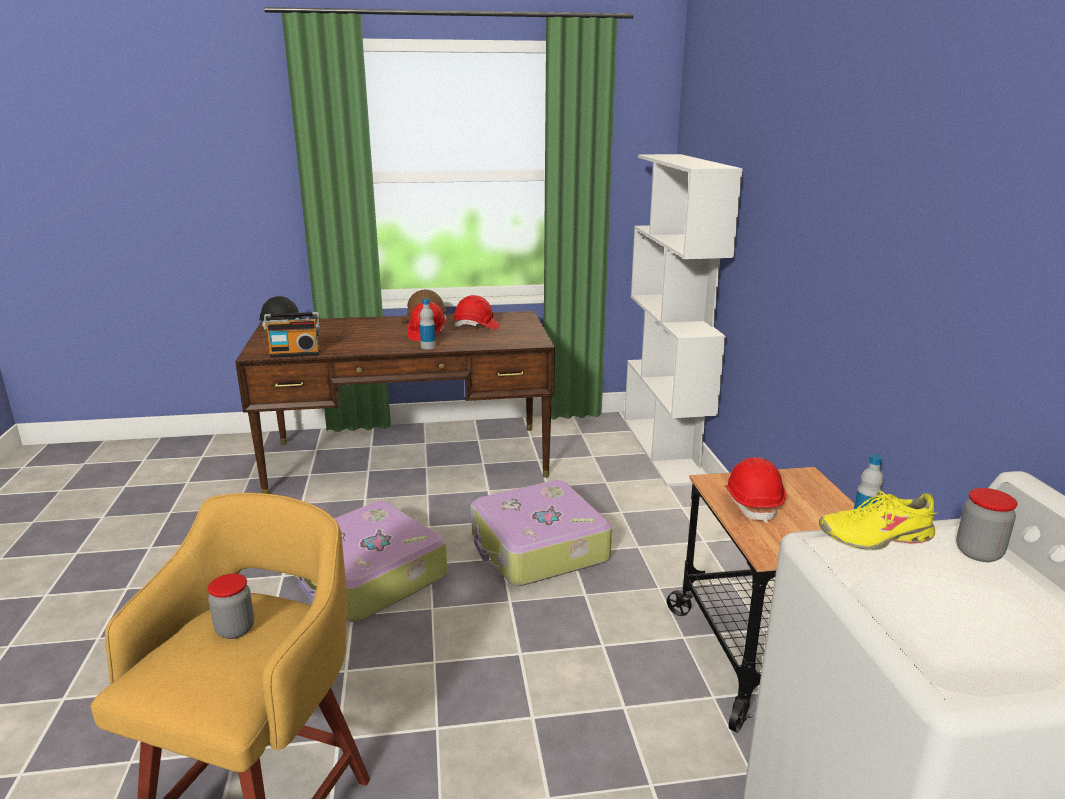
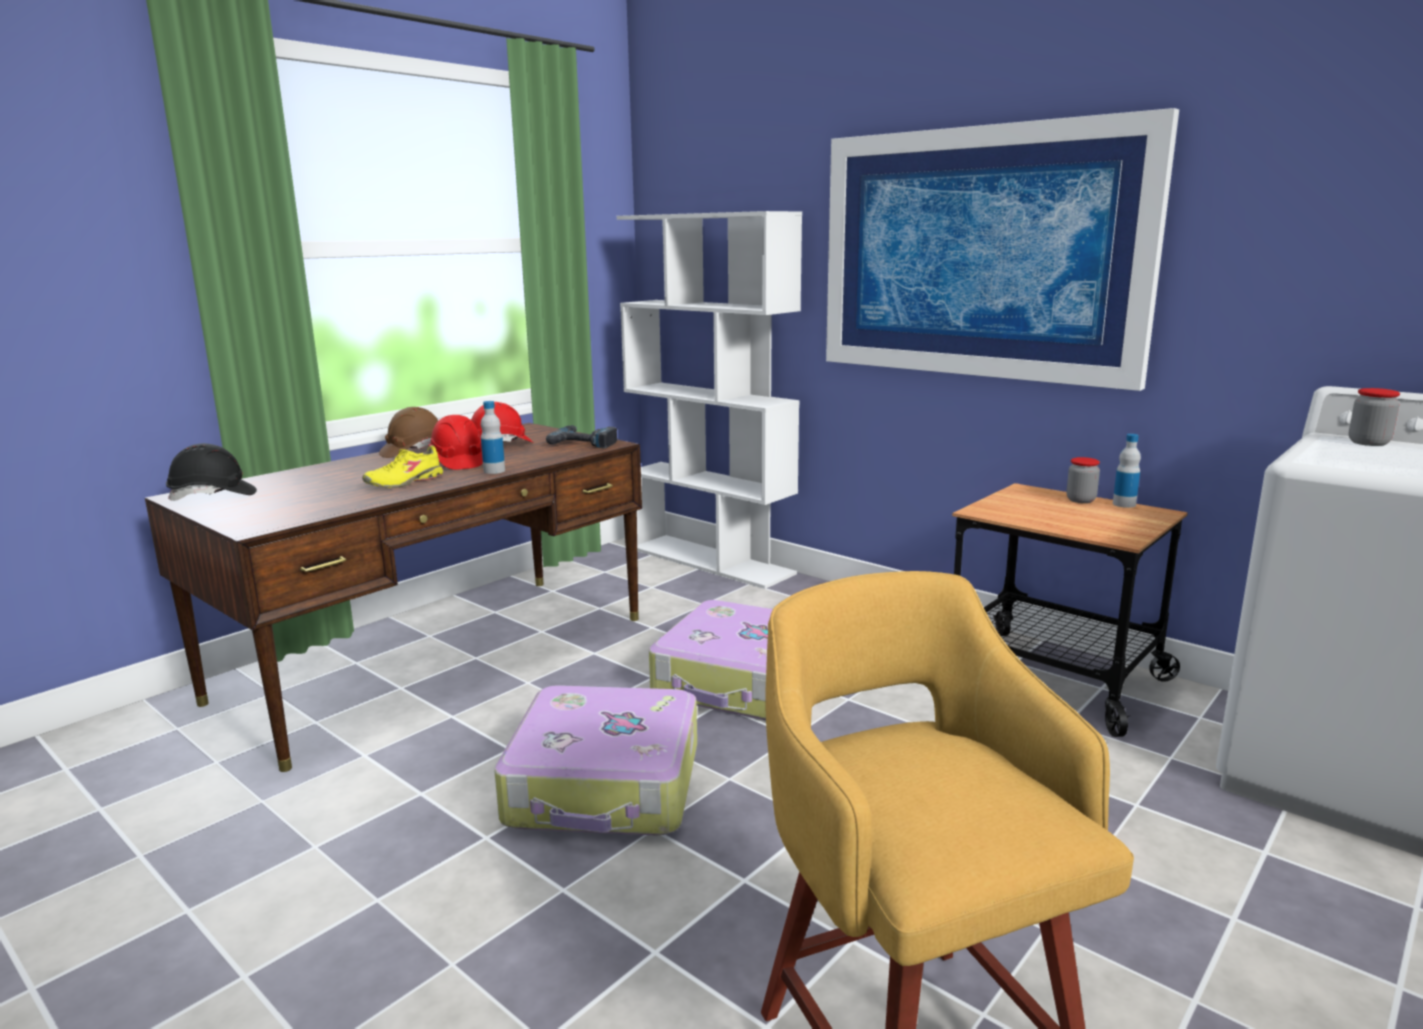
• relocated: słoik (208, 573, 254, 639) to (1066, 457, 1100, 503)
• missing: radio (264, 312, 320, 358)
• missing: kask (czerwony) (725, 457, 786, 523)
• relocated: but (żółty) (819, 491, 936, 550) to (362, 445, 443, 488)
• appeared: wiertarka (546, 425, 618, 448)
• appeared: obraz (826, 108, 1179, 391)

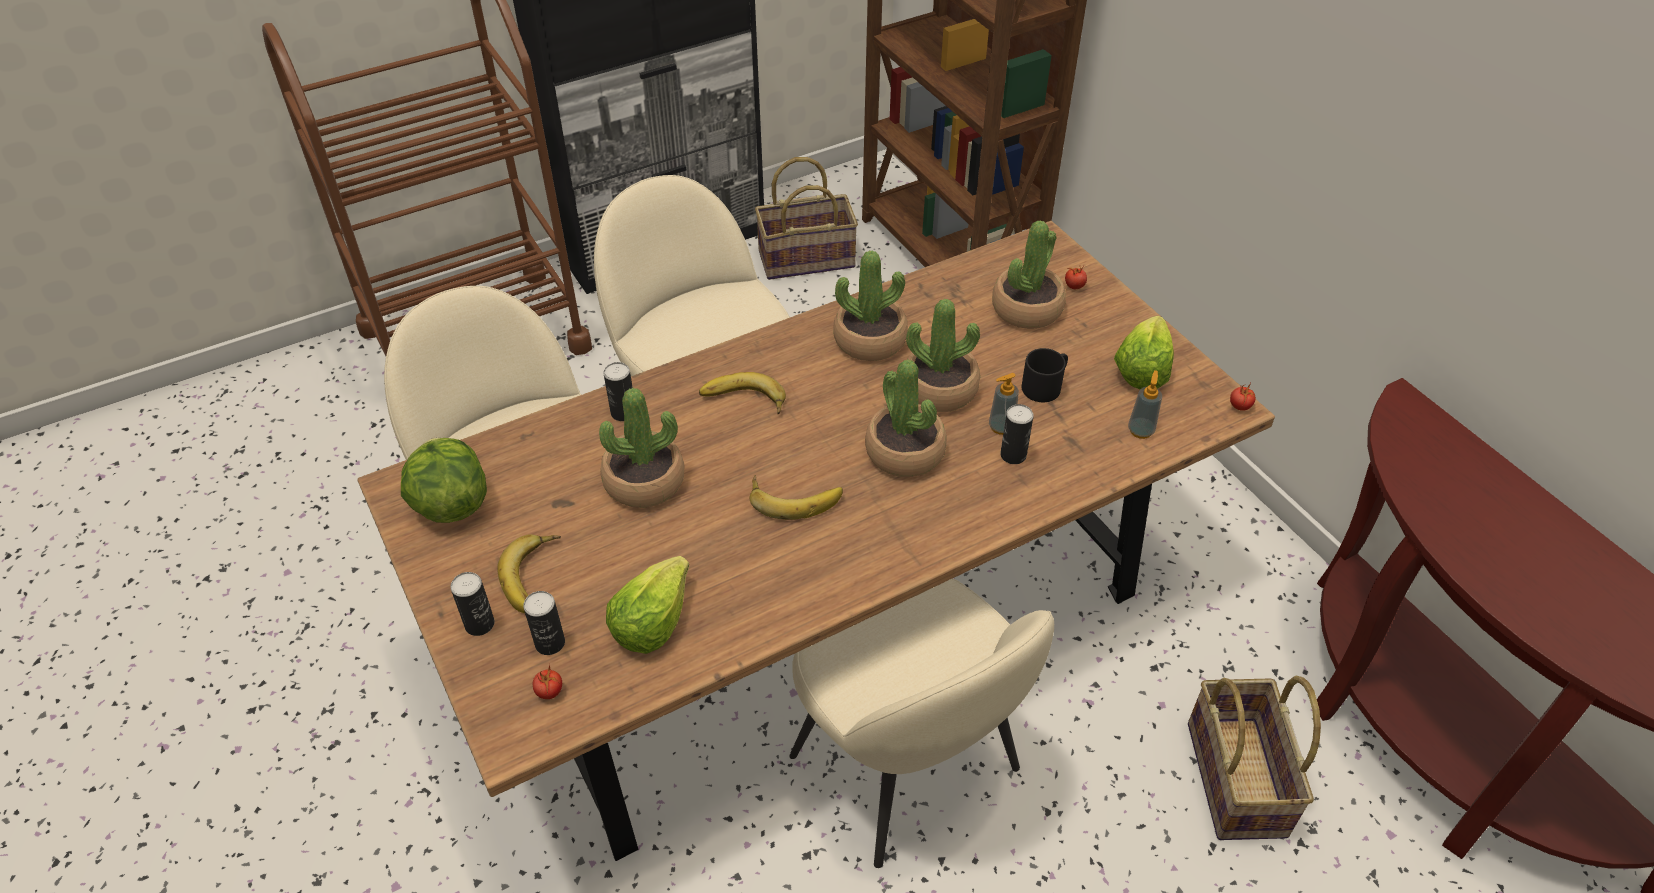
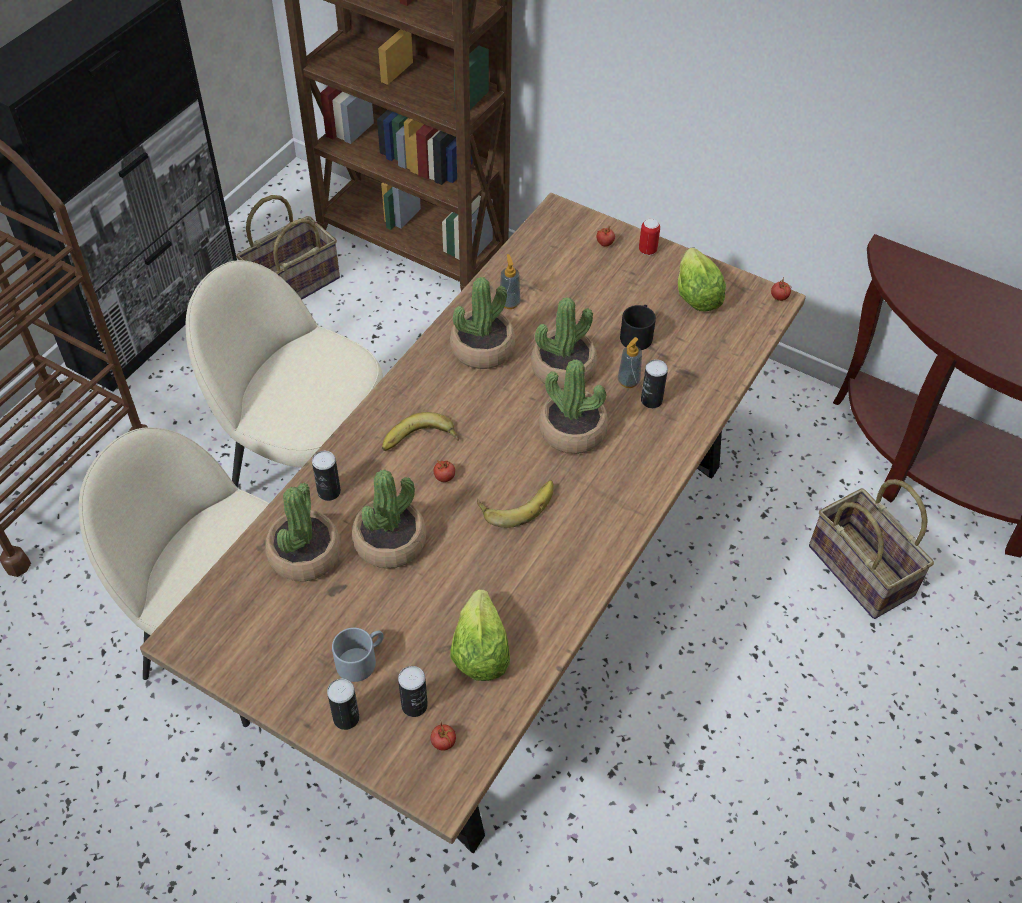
• missing: sałata (401, 438, 487, 523)
• exchanged: banan (497, 534, 561, 613) to kubek (szary) (332, 628, 384, 682)
• missing: krzesło (beżowy) (790, 578, 1054, 868)
• relocated: roślina doniczkowa (992, 220, 1066, 329) to (265, 482, 341, 581)
• relocated: dozownik mydła (1128, 370, 1162, 439) to (500, 254, 520, 309)
• appeared: pomidor (434, 461, 455, 482)
• appeared: puszka (639, 219, 660, 255)

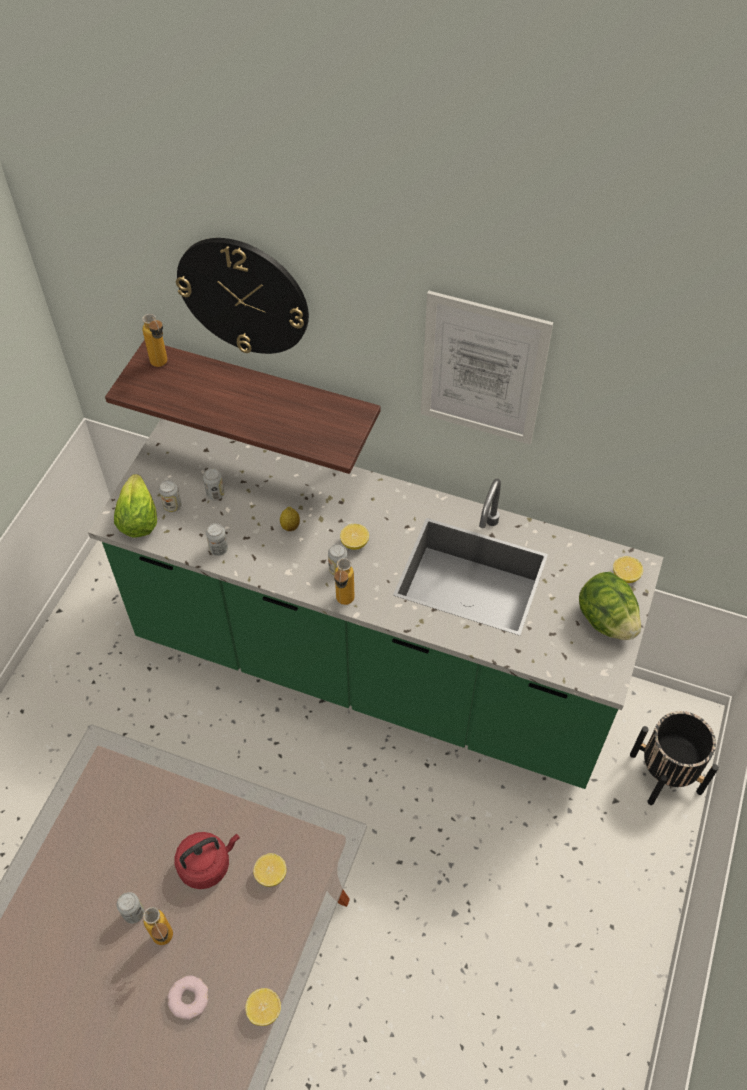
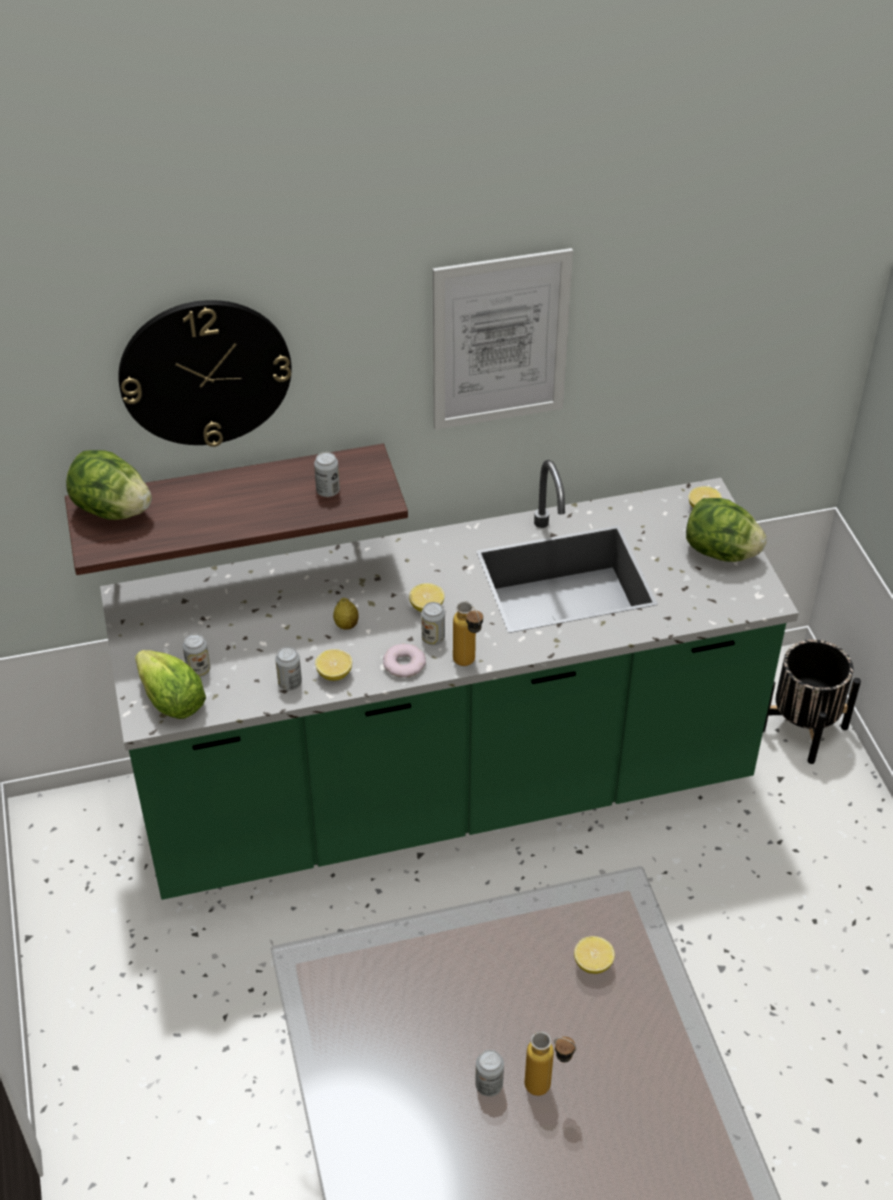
• exchanged: butelka (142, 314, 167, 367) to sałata (66, 450, 152, 520)
• relocated: donut (167, 975, 208, 1020) to (383, 644, 426, 678)
• missing: czajnik (czerwony) (175, 832, 240, 889)
• relocated: puszka (203, 468, 224, 500) to (314, 452, 340, 497)
• relocated: cytryna (245, 988, 281, 1026) to (315, 649, 352, 681)

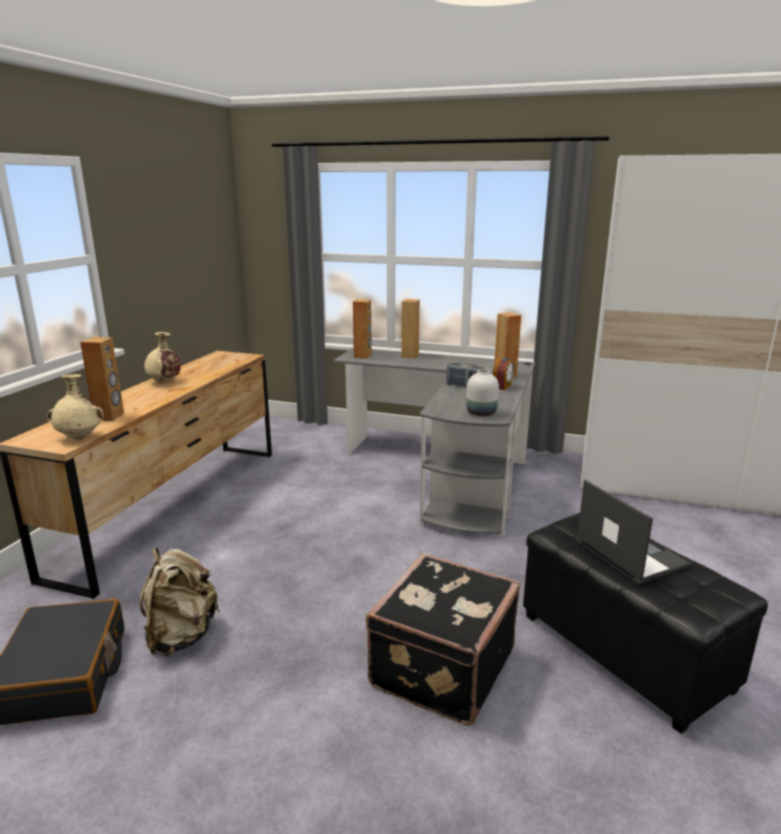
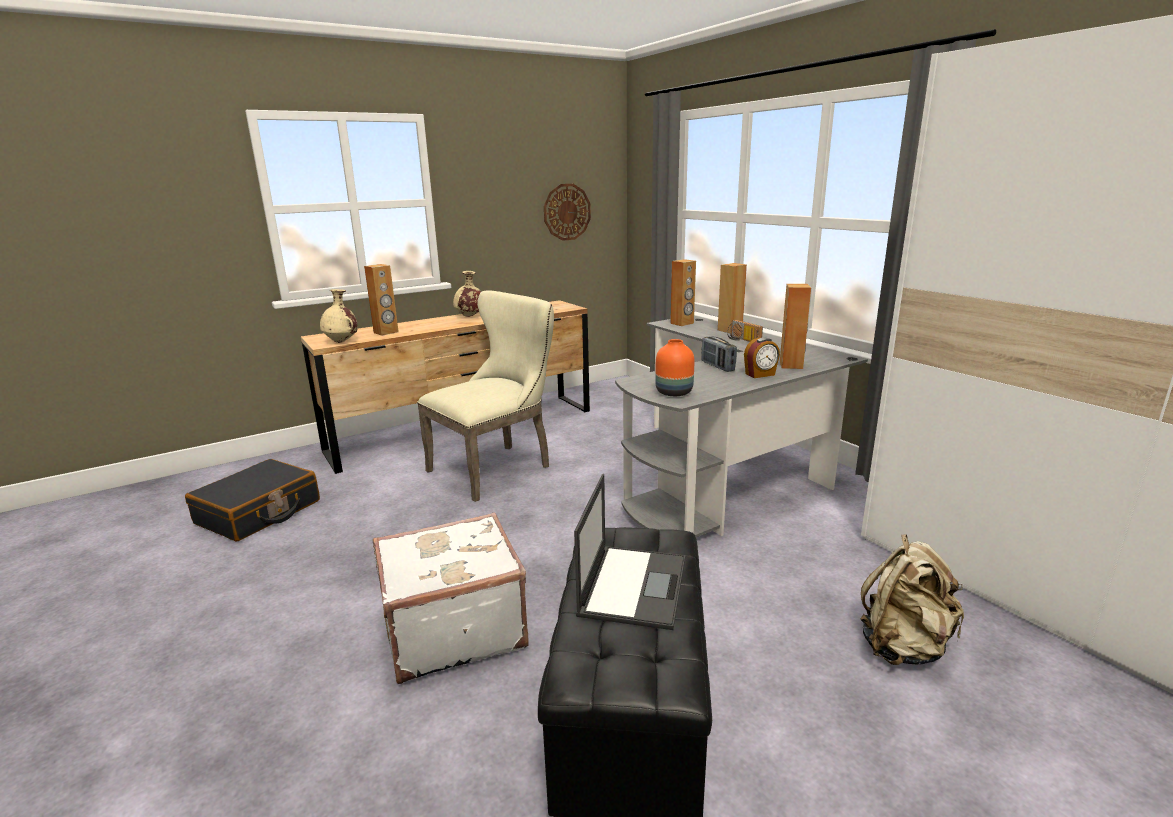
• relocated: plecak (beżowy) (139, 548, 220, 656) to (860, 534, 964, 665)
• colour: walizka (czarny) (366, 553, 520, 726) to walizka (biały) (373, 512, 529, 684)
• colour: wazon (biały) (466, 369, 499, 416) to wazon (pomarańczowy) (655, 339, 695, 396)
• appeared: krzesło (beżowy) (417, 291, 554, 502)
• appeared: zegar ścienny (544, 184, 591, 241)
• appeared: radio (727, 320, 763, 342)

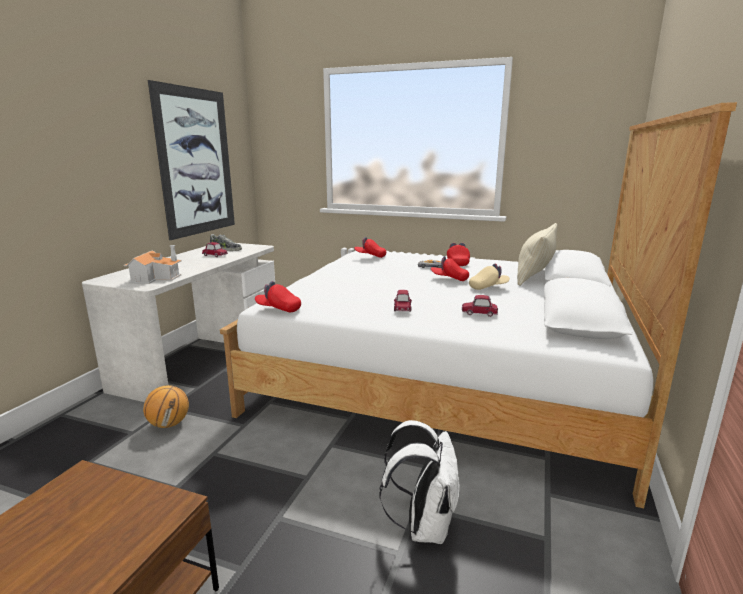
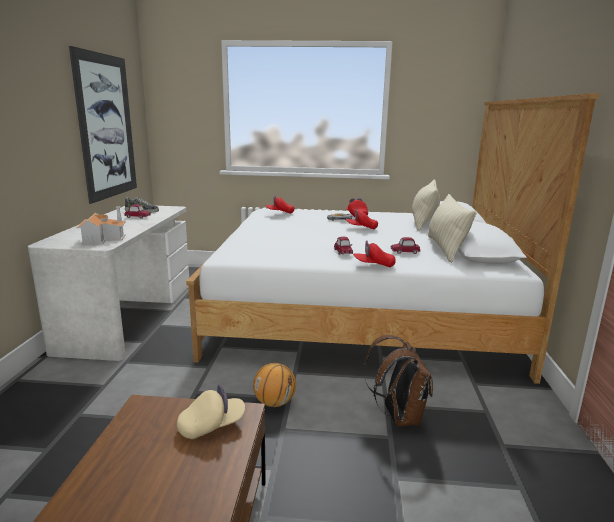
• relocated: piłka do koszykówki (143, 385, 189, 428) to (253, 363, 296, 407)
• relocated: czapka z daszkiem (czerwony) (255, 281, 301, 312) to (353, 240, 396, 267)
• colour: plecak (biały) (380, 420, 460, 544) to plecak (brązowy) (363, 335, 433, 426)
• relocated: czapka z daszkiem (beżowy) (469, 263, 510, 290) to (177, 384, 245, 439)
• appeared: poduszka (beżowy) (428, 194, 477, 262)

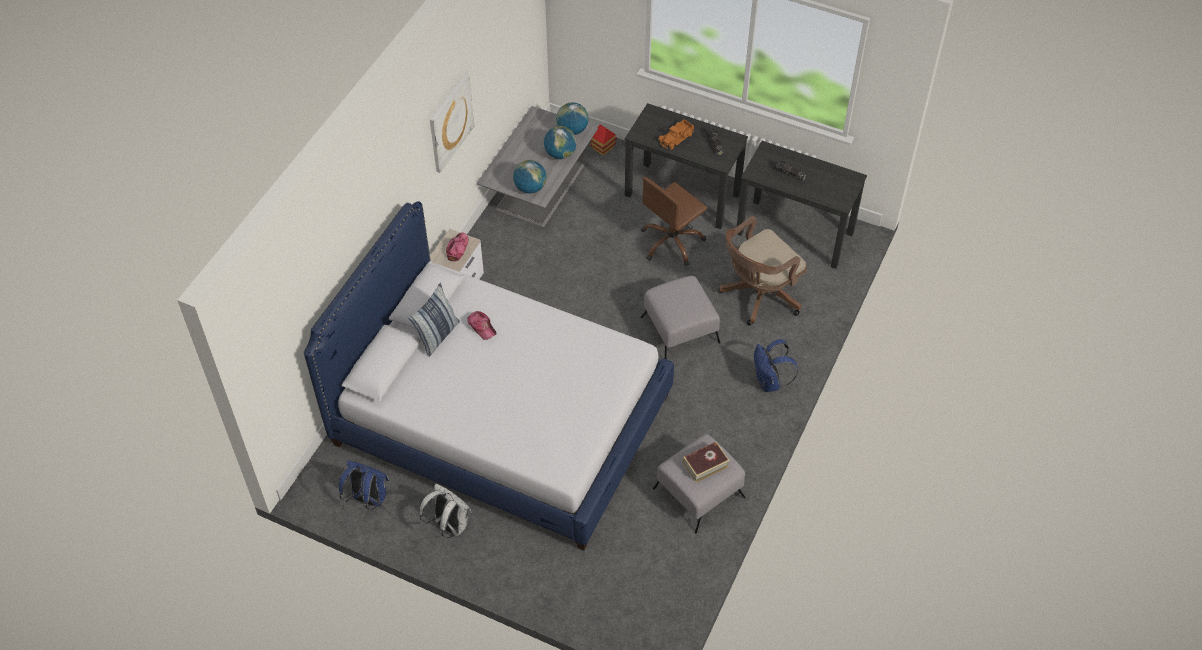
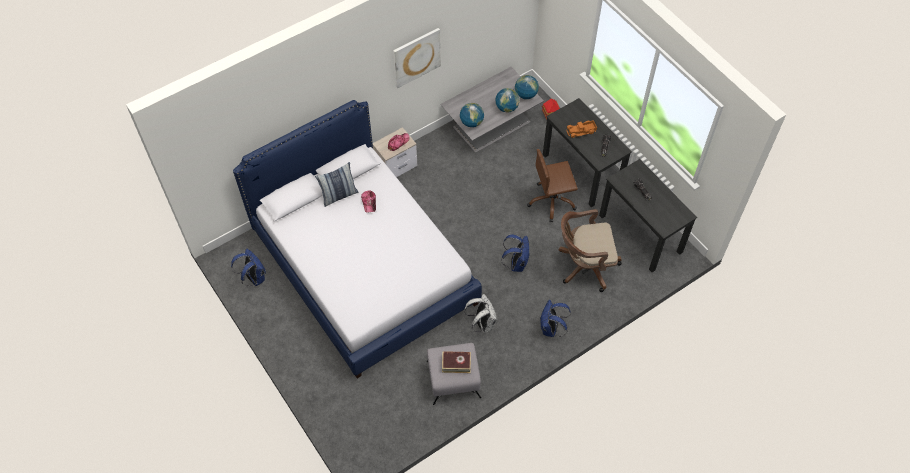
• relocated: plecak (biały) (419, 484, 472, 538) to (464, 294, 497, 333)
• exchanged: pufa (szary) (641, 276, 720, 359) to plecak (niebieski) (501, 234, 529, 272)

